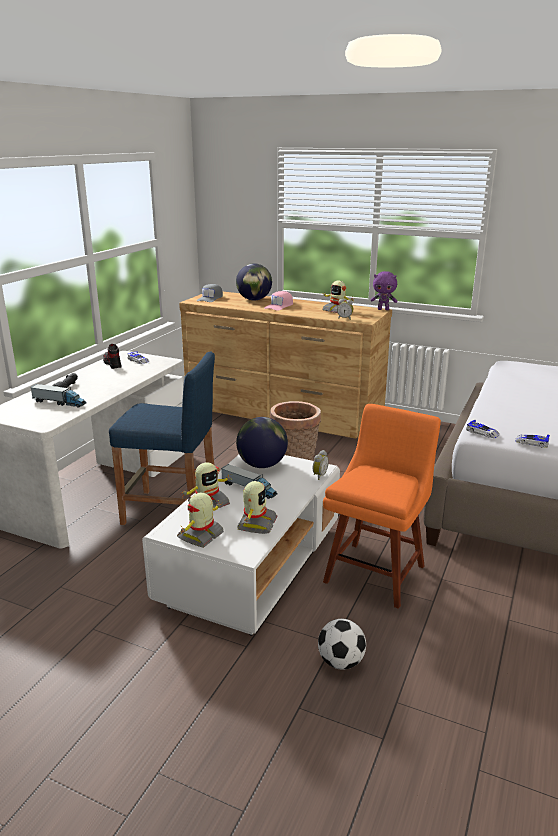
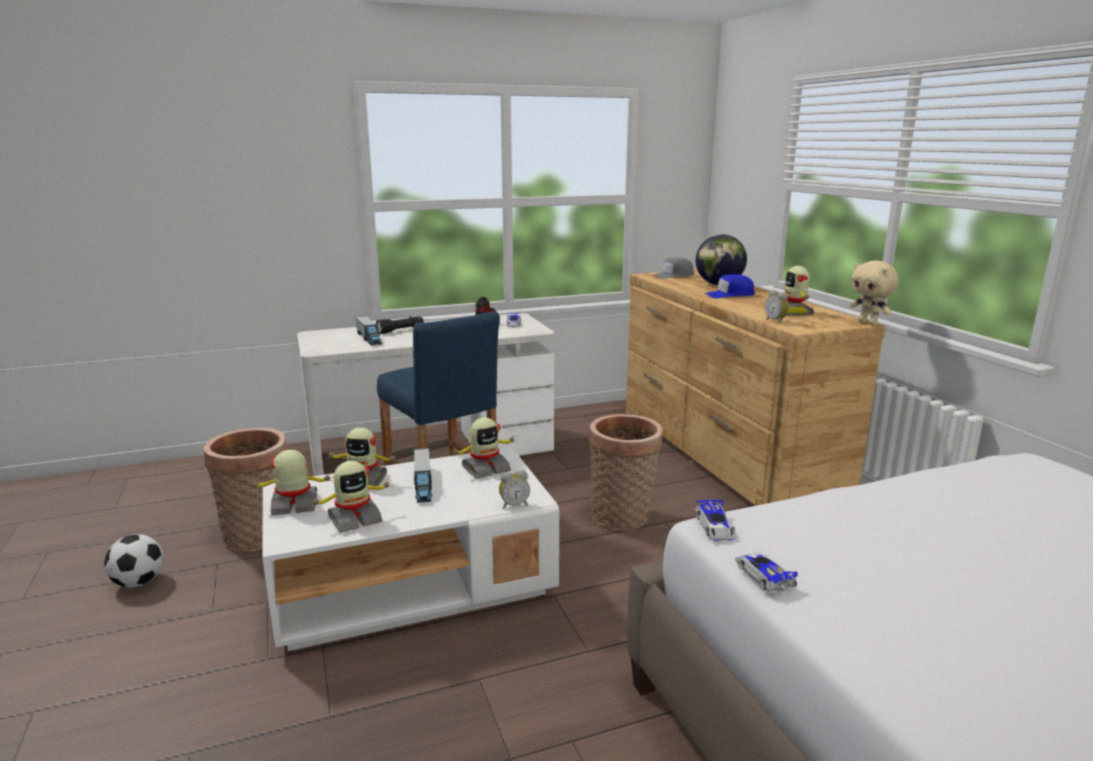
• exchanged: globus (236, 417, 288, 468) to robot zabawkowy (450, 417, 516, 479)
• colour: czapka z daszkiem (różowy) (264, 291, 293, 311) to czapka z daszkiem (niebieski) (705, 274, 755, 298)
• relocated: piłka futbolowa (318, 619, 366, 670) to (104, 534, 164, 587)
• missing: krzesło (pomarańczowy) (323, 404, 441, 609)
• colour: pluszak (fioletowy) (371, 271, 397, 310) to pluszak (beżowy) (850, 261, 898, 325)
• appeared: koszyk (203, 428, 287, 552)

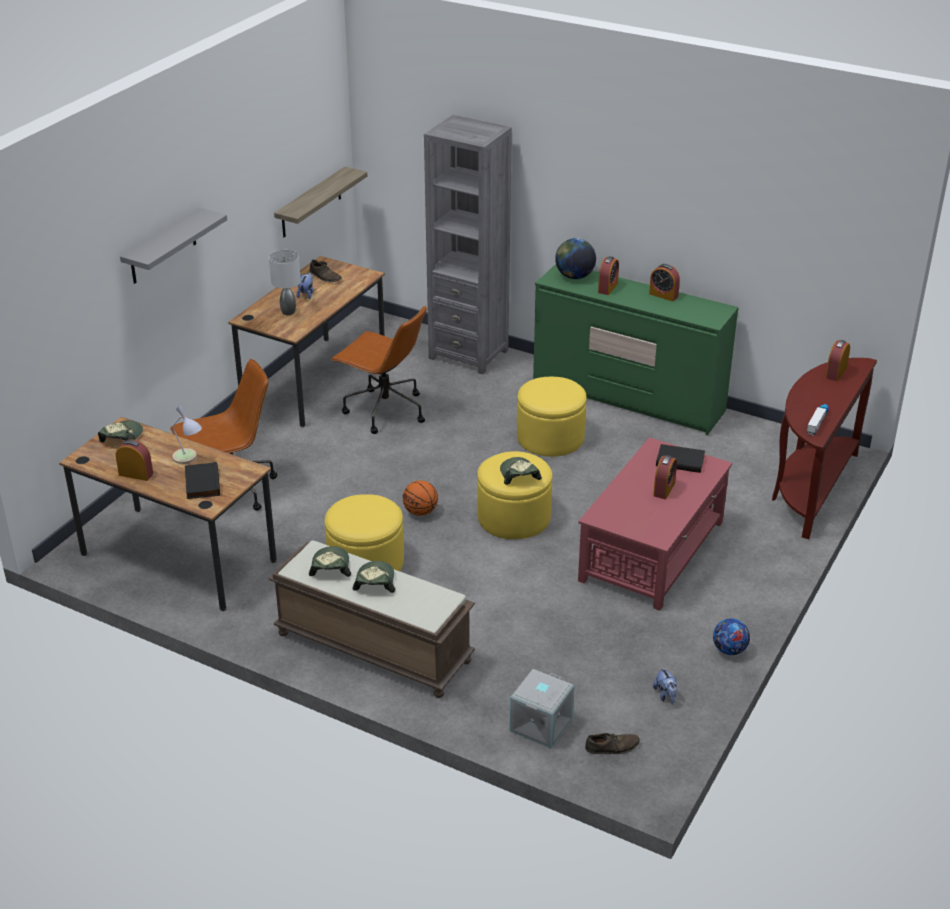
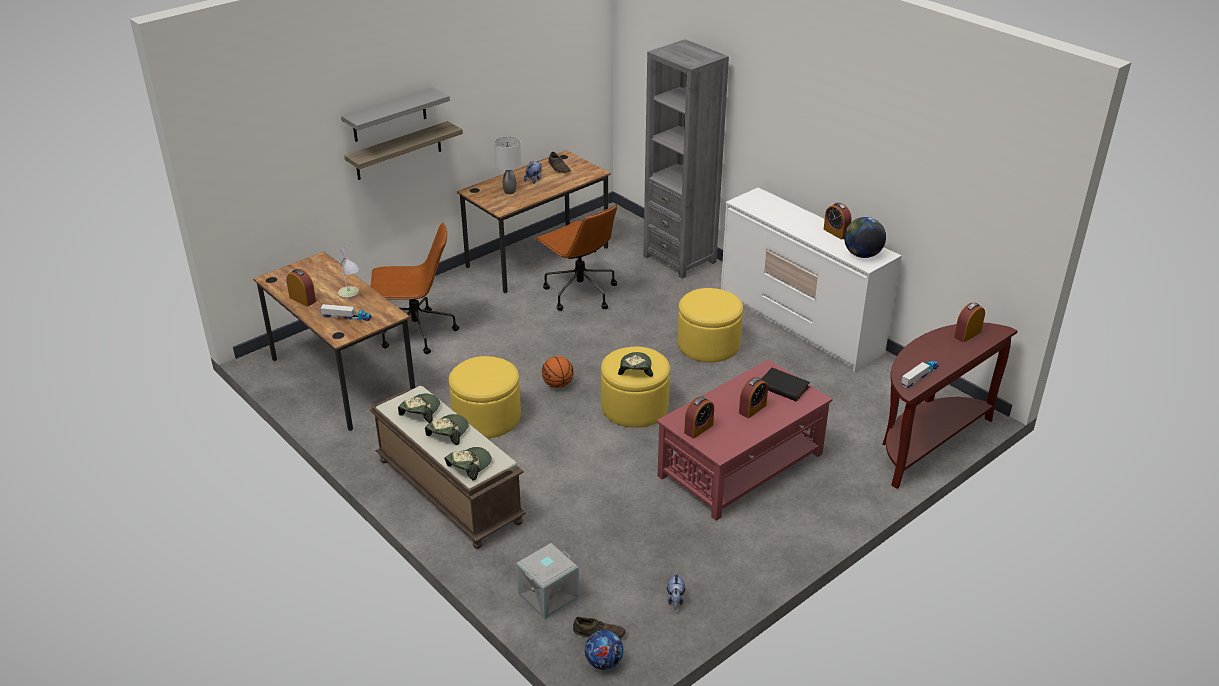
• relocated: czapka z daszkiem (98, 420, 143, 442) to (445, 447, 492, 481)
• exchanged: książka (czarny) (185, 462, 220, 499) to ciężarówka zabawkowa (320, 304, 371, 321)
• relocated: półka (274, 167, 367, 237) to (344, 121, 463, 180)
• colour: komoda (zielony) (533, 264, 739, 435) to komoda (biały) (721, 187, 902, 372)
• relocated: globus (555, 238, 596, 279) to (844, 217, 886, 258)
• relocated: budzik (598, 256, 619, 295) to (684, 396, 714, 439)
• relocated: piłka futbolowa (713, 618, 750, 655) to (585, 630, 623, 670)

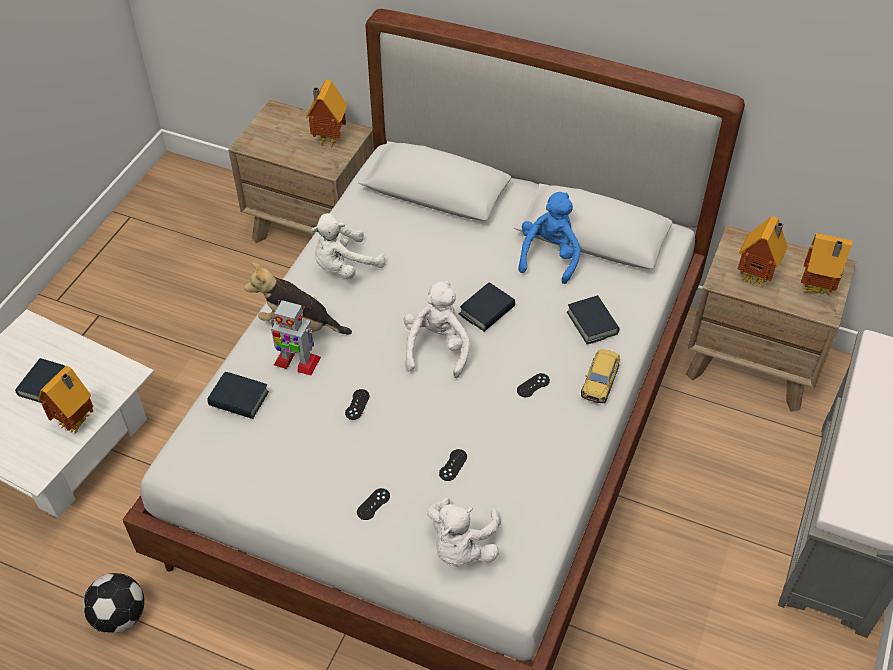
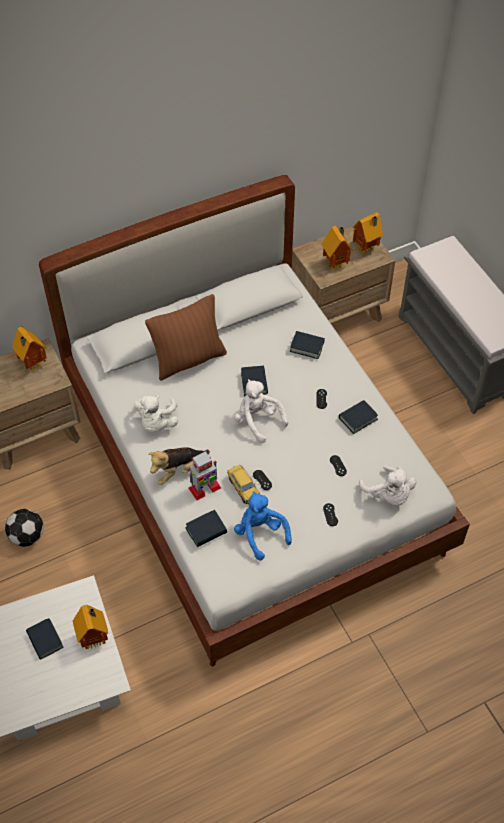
• relocated: piłka futbolowa (83, 573, 144, 634) to (5, 509, 44, 547)
• relocated: pluszak (niebieski) (518, 192, 581, 284) to (234, 491, 292, 561)
• relocated: samochodzik (581, 349, 620, 403) to (227, 465, 260, 504)
• appeared: poduszka (brązowy) (145, 294, 227, 381)
• appeared: książka (339, 400, 378, 434)

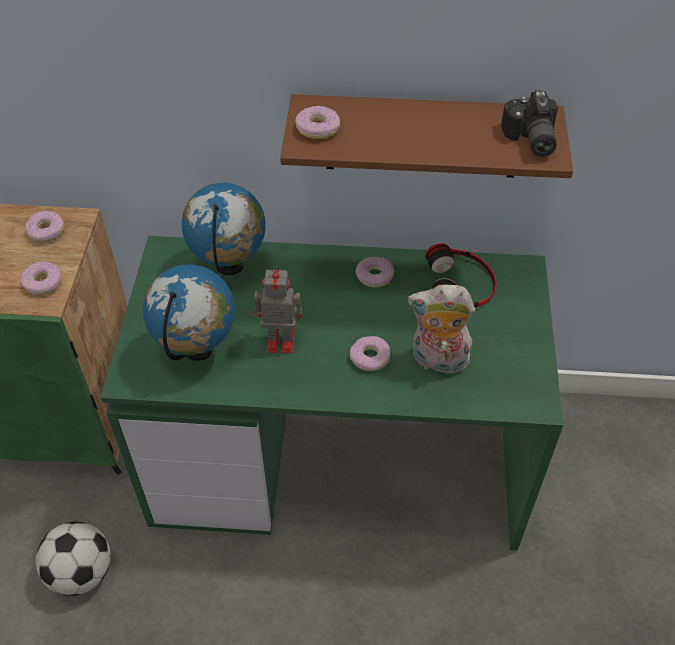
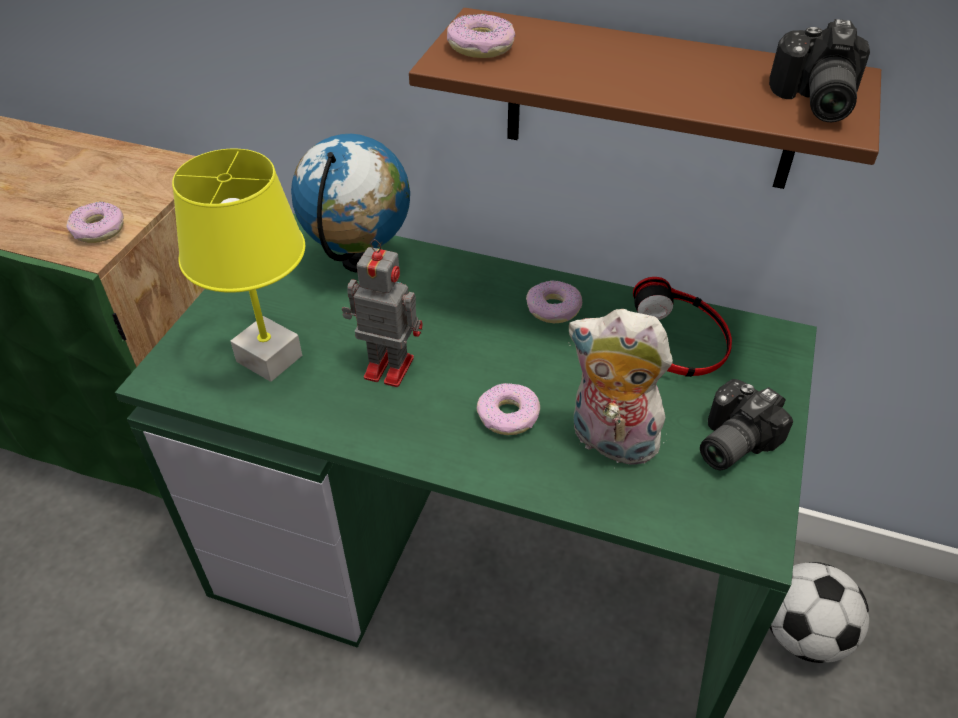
• missing: donut (25, 211, 64, 242)
• relocated: piłka futbolowa (36, 521, 111, 596) to (770, 562, 869, 663)
• exchanged: globus (143, 264, 235, 361) to lampa stołowa (żółty) (172, 149, 305, 382)
• appeared: aparat fotograficzny (700, 379, 793, 470)

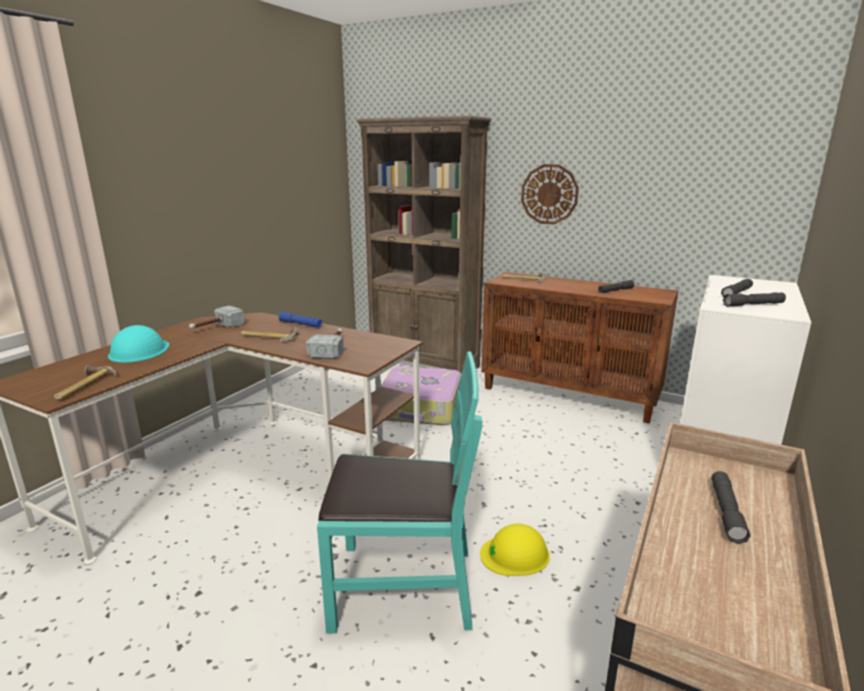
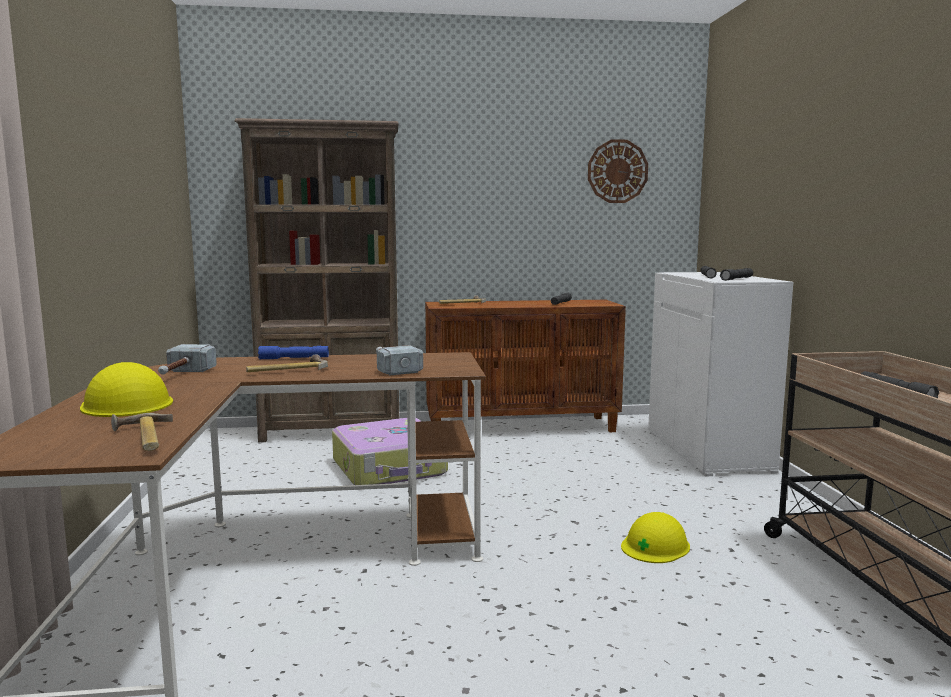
• colour: kask (turkusowy) (108, 325, 169, 363) to kask (żółty) (80, 362, 173, 417)
• missing: krzesło (turkusowy) (317, 351, 482, 634)
• relocated: zegar ścienny (521, 164, 579, 224) to (588, 139, 648, 203)

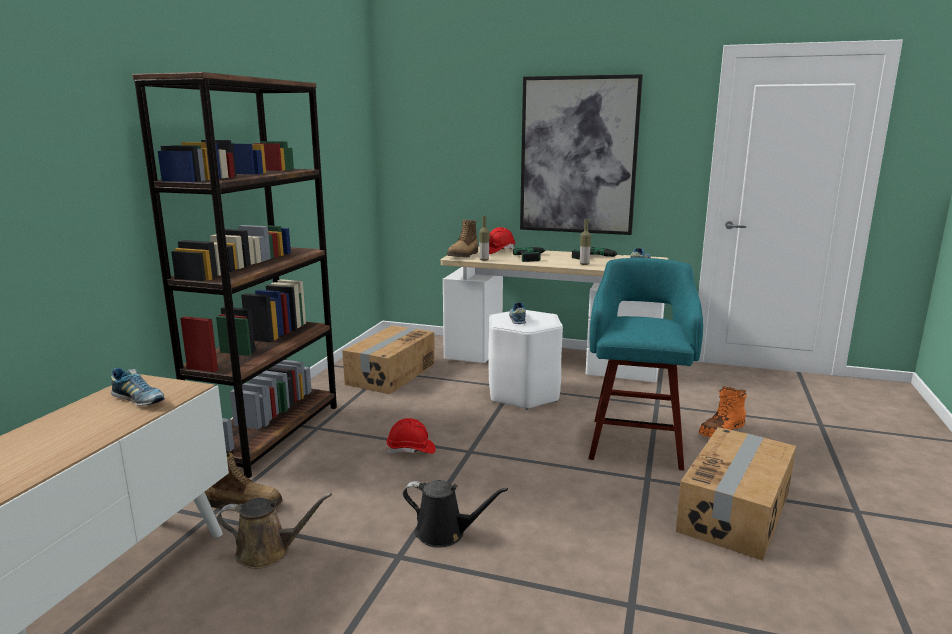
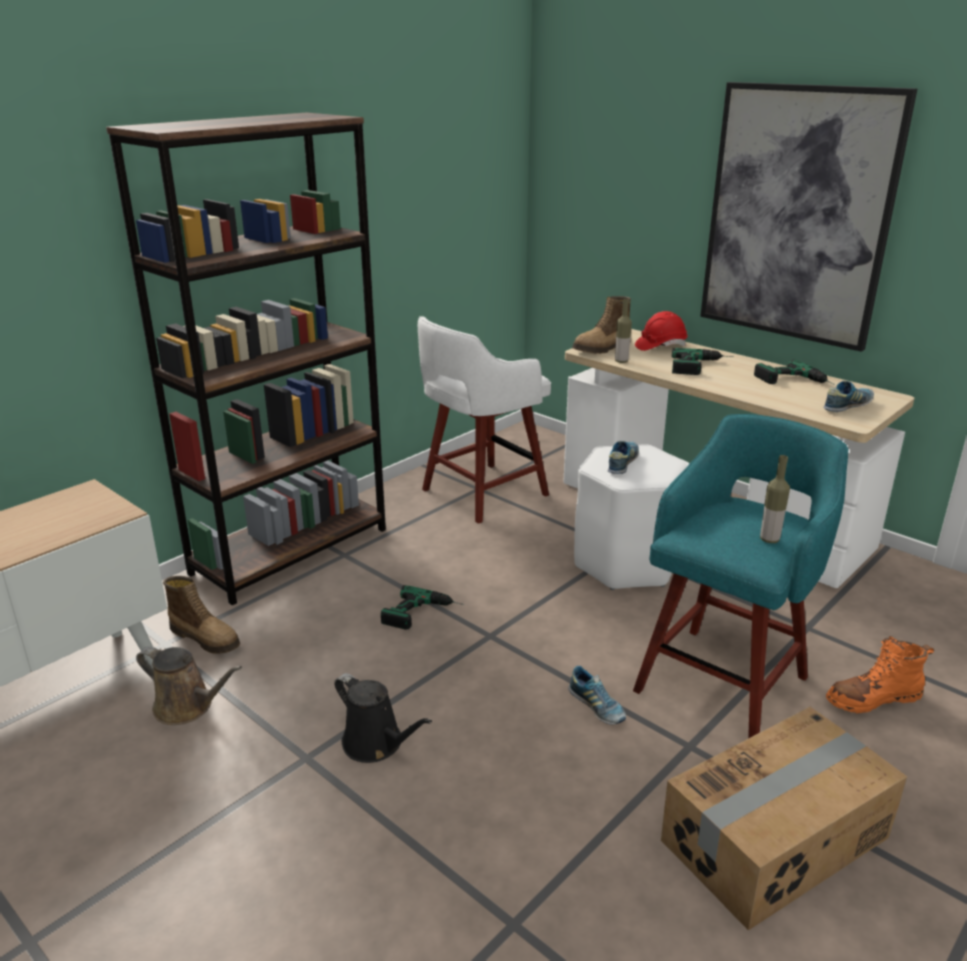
• relocated: but (111, 368, 165, 406) to (568, 666, 626, 725)
• exchanged: karton (342, 325, 435, 394) to stołek (biały) (418, 316, 551, 524)
• exchanged: kask (czerwony) (386, 418, 436, 454) to wiertarka (381, 585, 465, 629)
• relocated: butelka (580, 219, 591, 265) to (760, 455, 790, 543)

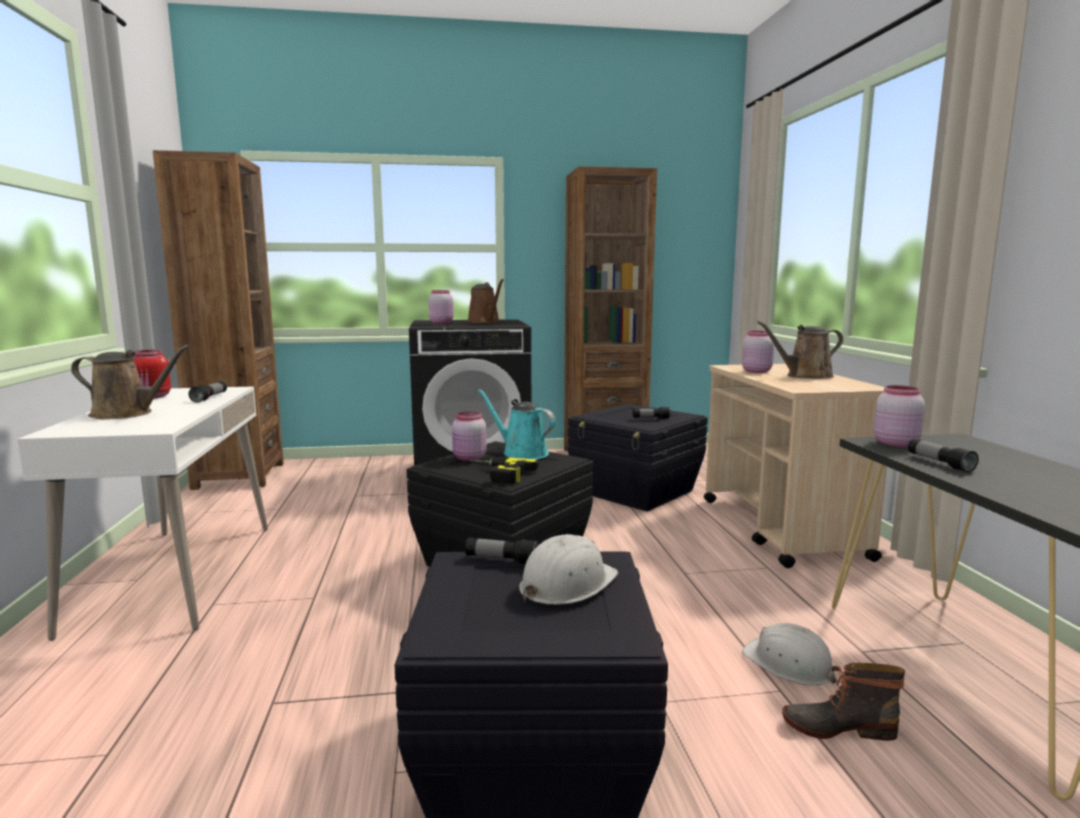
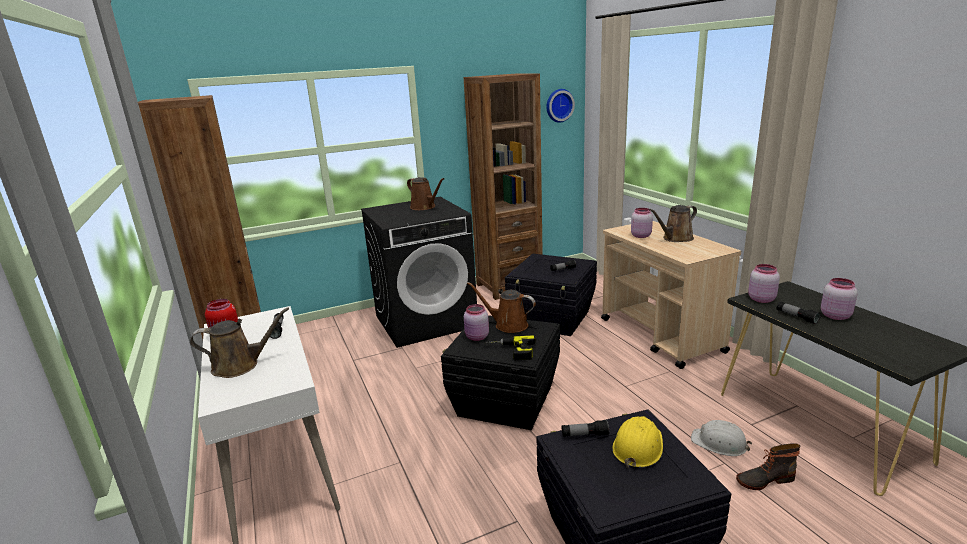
• relocated: słoik (różowy) (428, 290, 454, 324) to (821, 278, 858, 320)
• colour: konewka (turkusowy) (478, 389, 556, 459) to konewka (brązowy) (467, 282, 536, 333)
• colour: kask (biały) (519, 534, 618, 605) to kask (żółty) (612, 416, 663, 468)
• appeared: zegar ścienny (547, 89, 575, 123)

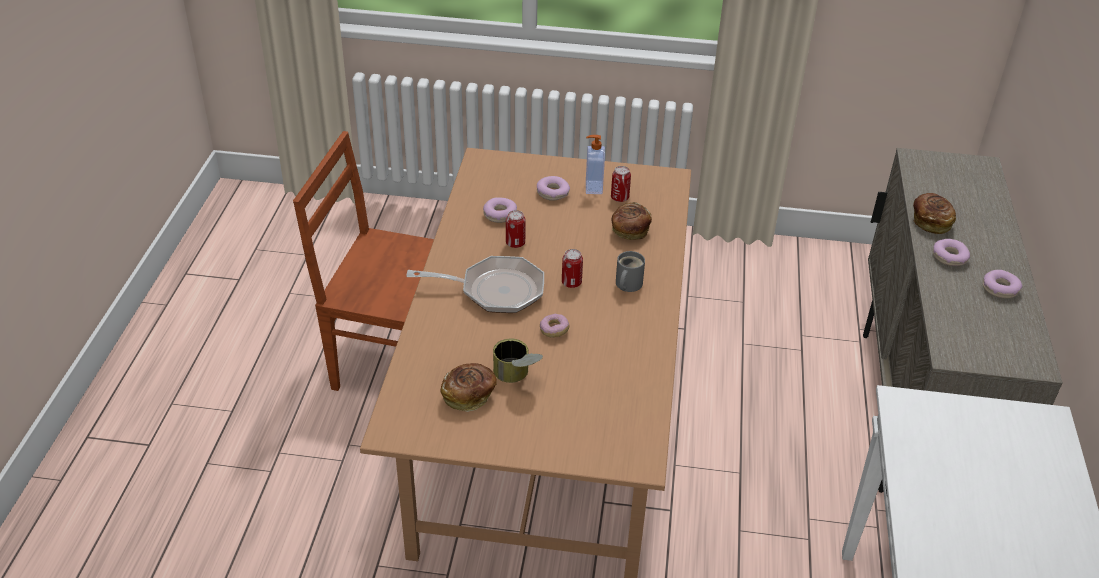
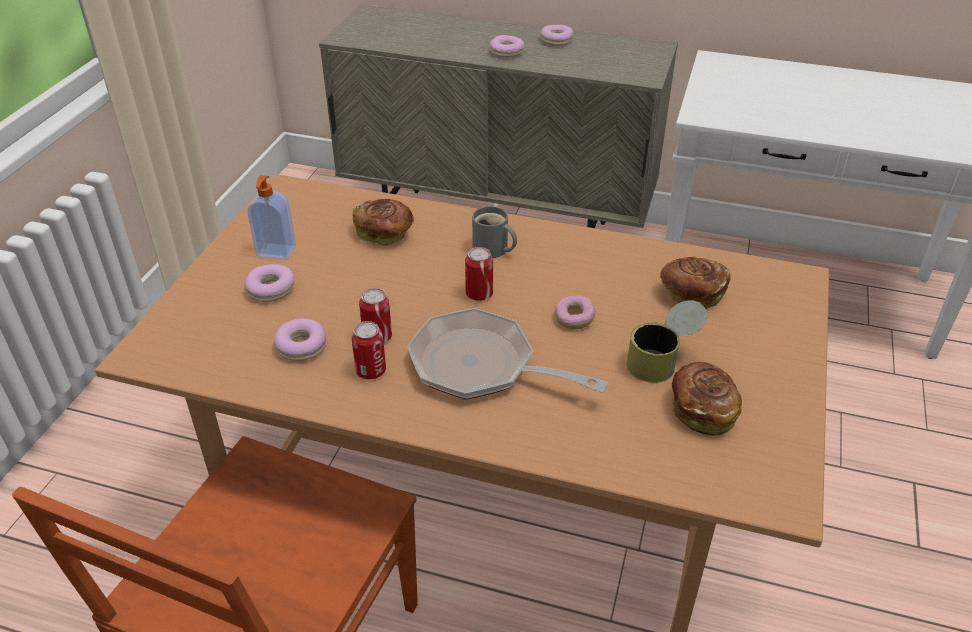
• spun: patelnia (406, 256, 544, 313) = (407, 308, 609, 399) 75 degrees counterclockwise
• relocated: puszka (611, 166, 631, 202) to (351, 321, 386, 379)
• relocated: chleb (913, 193, 956, 234) to (660, 257, 731, 309)

